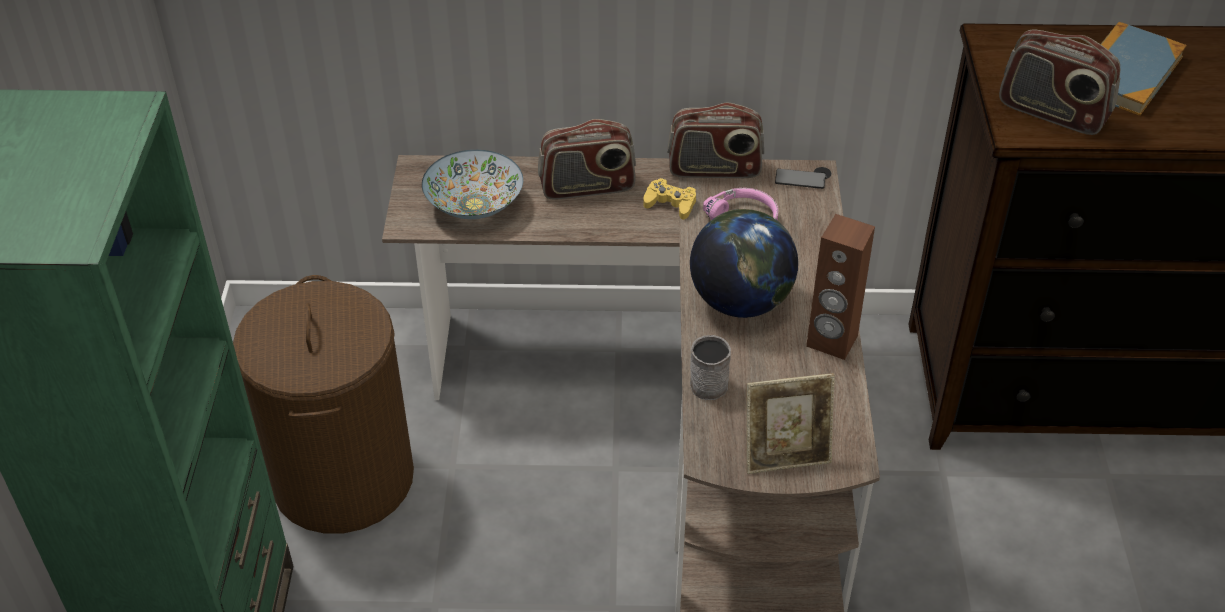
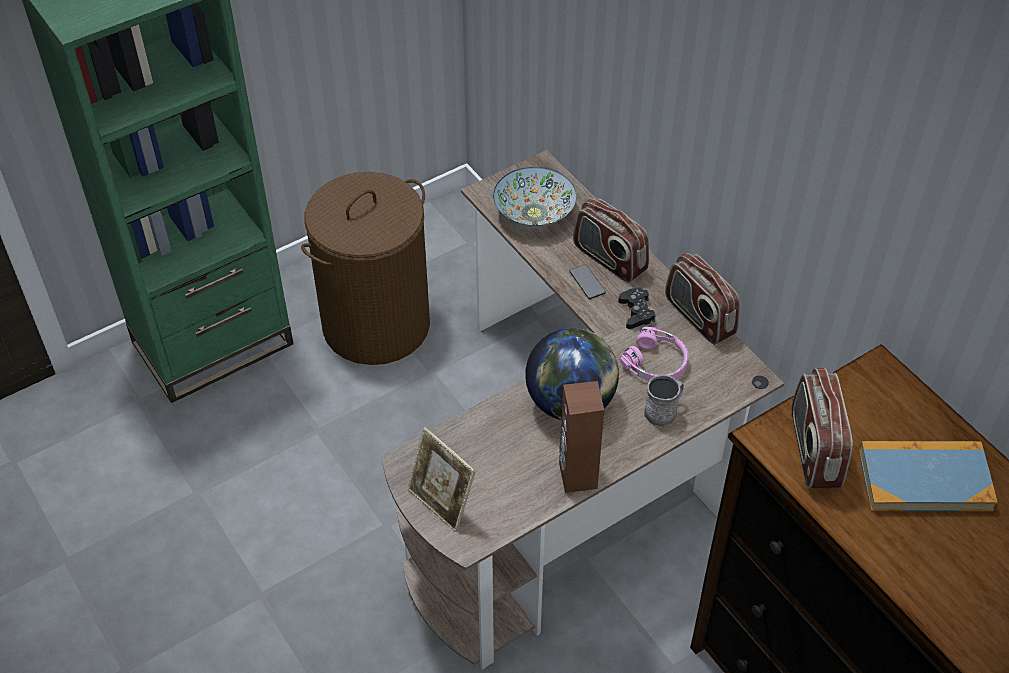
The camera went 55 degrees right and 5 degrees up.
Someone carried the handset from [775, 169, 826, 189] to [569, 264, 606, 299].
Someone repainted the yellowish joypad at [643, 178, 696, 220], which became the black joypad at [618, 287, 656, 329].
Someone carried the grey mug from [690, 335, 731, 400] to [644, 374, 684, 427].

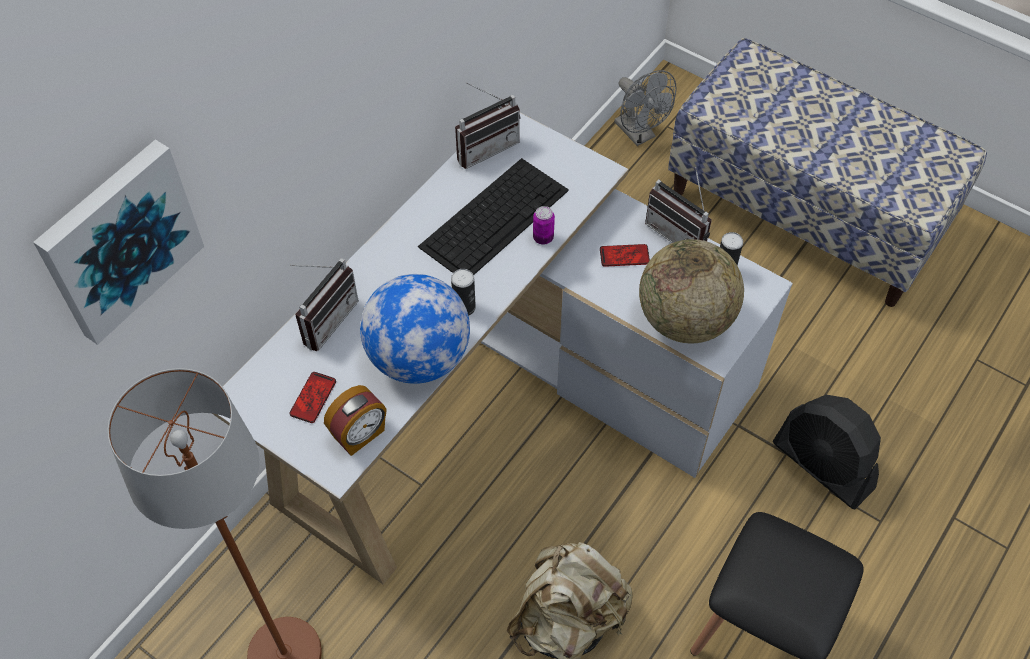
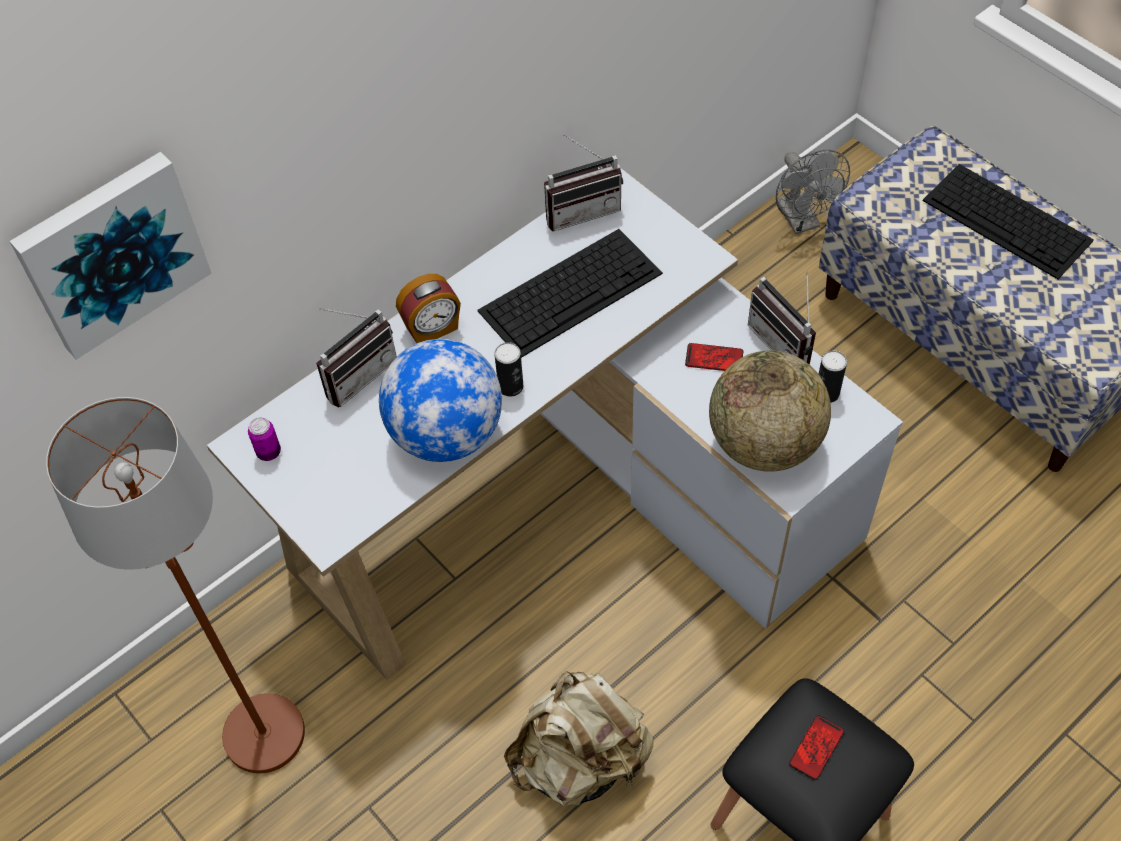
The camera went 15 degrees right and 0 degrees up.
Someone carried the metal can from [533, 206, 555, 244] to [248, 417, 281, 461].
Someone carried the handset from [289, 372, 336, 423] to [789, 715, 844, 780].
Someone carried the alarm clock from [324, 385, 387, 456] to [396, 274, 461, 343].
Someone took away the black fan at [773, 395, 881, 509].
Someone put down the computer keyboard at [923, 164, 1094, 279].

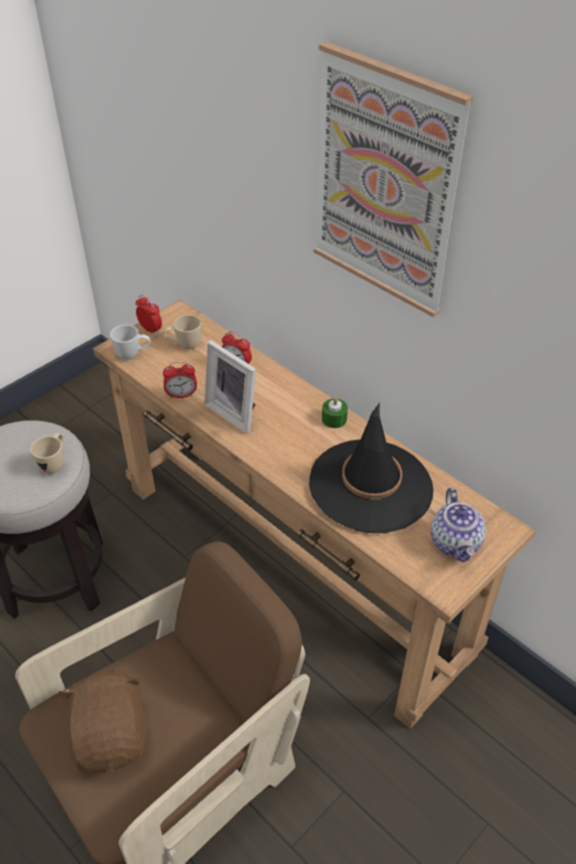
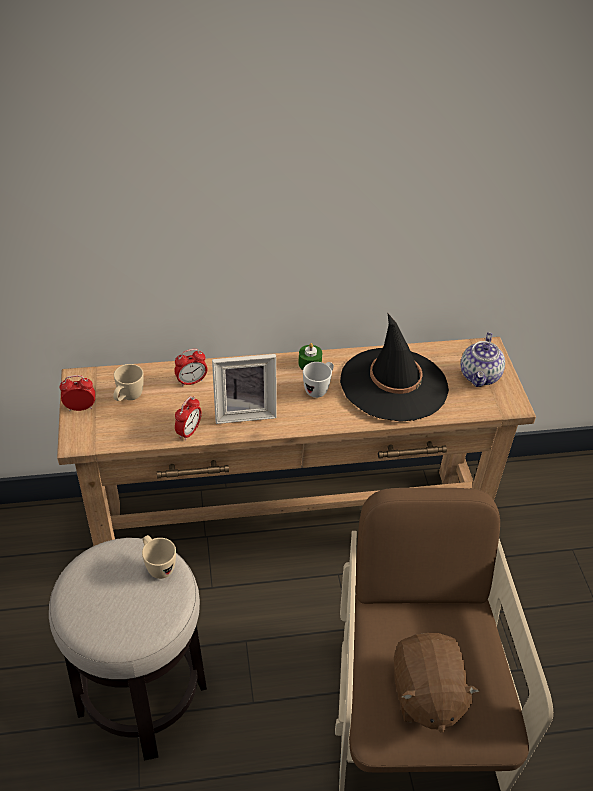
The camera went 55 degrees left and 0 degrees up.
Someone took away the picture at [314, 42, 474, 317].
Someone carried the white-coloured mug from [110, 325, 151, 360] to [303, 362, 334, 398].
Someone rotated the pot for tea at [431, 488, 486, 562] by 75 degrees clockwise.
Someone rotated the brown-coloured plush toy at [59, 670, 146, 774] by 120 degrees counterclockwise.

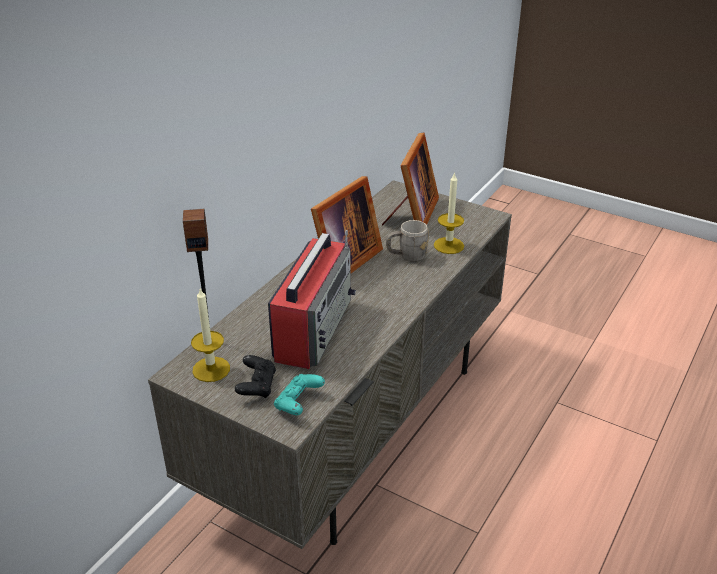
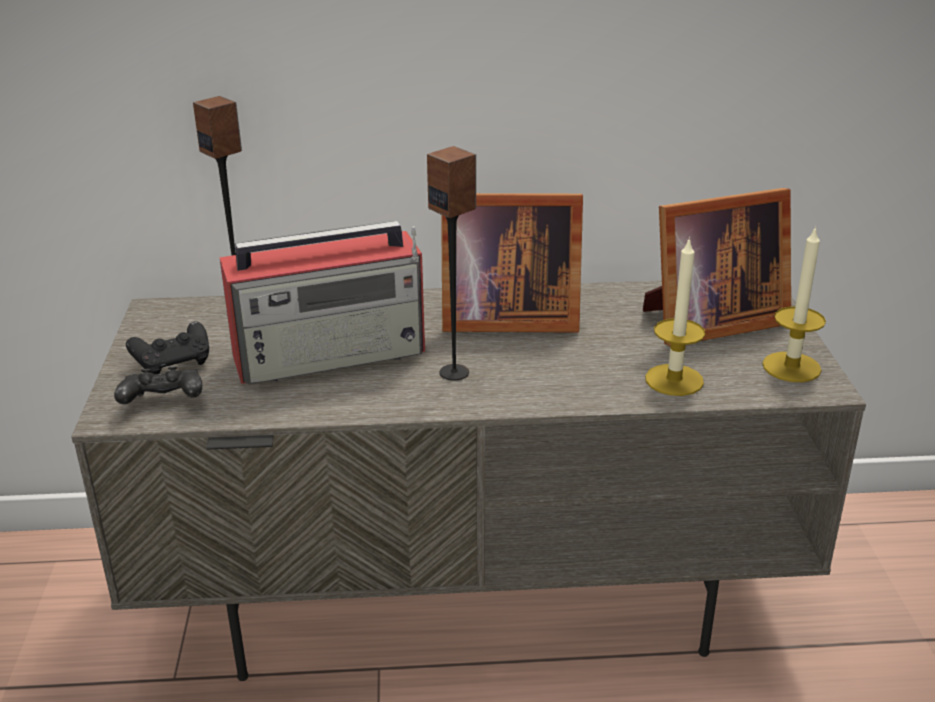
The camera went 55 degrees right and 5 degrees down.
Someone took away the grey mug at [386, 220, 429, 262].
Someone carried the wax light from [191, 288, 230, 382] to [762, 226, 826, 382].
Someone repainted the turquoise-coloured joypad at [274, 374, 325, 415], which became the black joypad at [114, 366, 202, 404].
Someone put down the speaker at [427, 146, 476, 381].

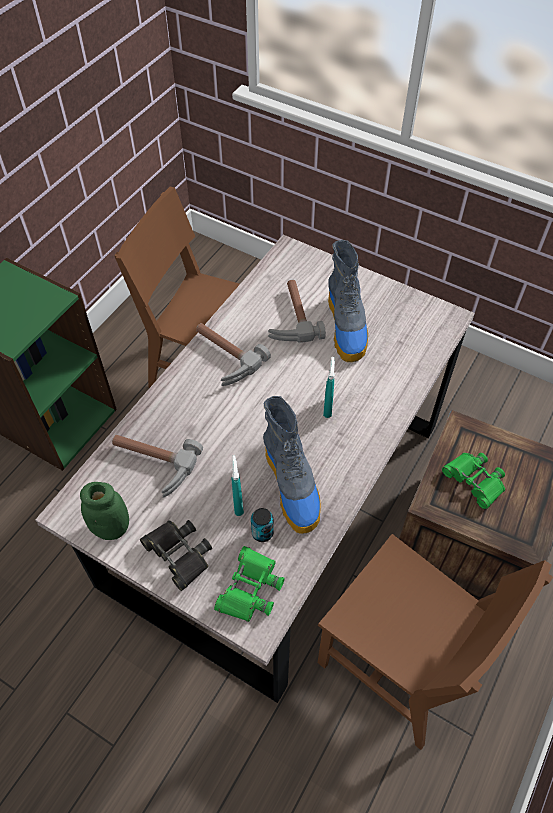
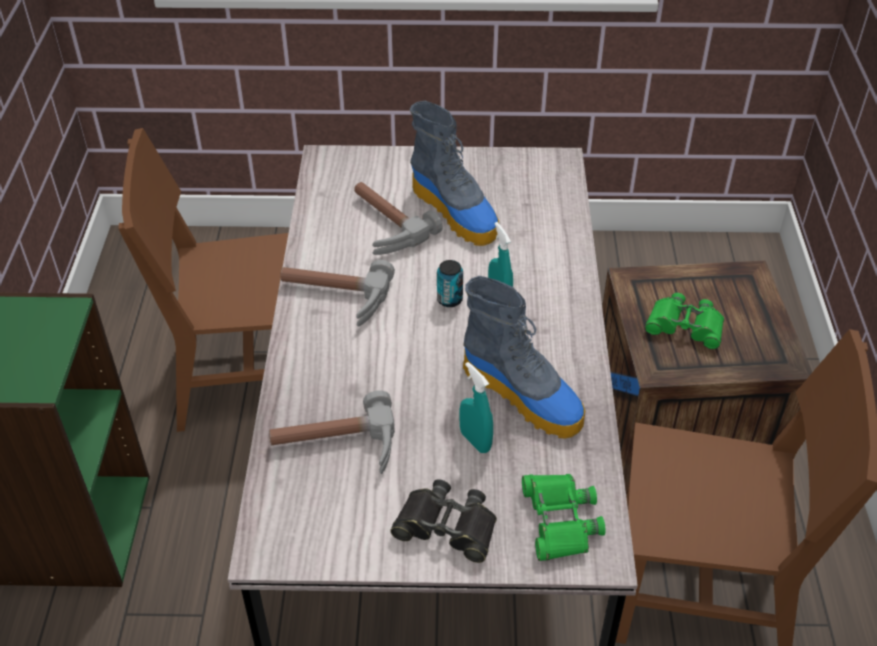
The camera went 30 degrees left and 10 degrees down.
Someone took away the green-coloured jar at [80, 482, 129, 540].
Someone carried the metal can from [251, 508, 274, 542] to [437, 260, 463, 307].

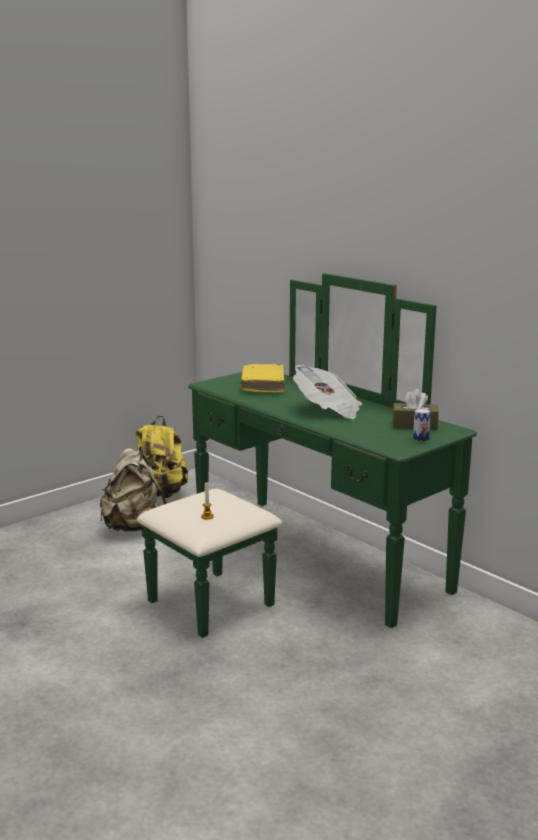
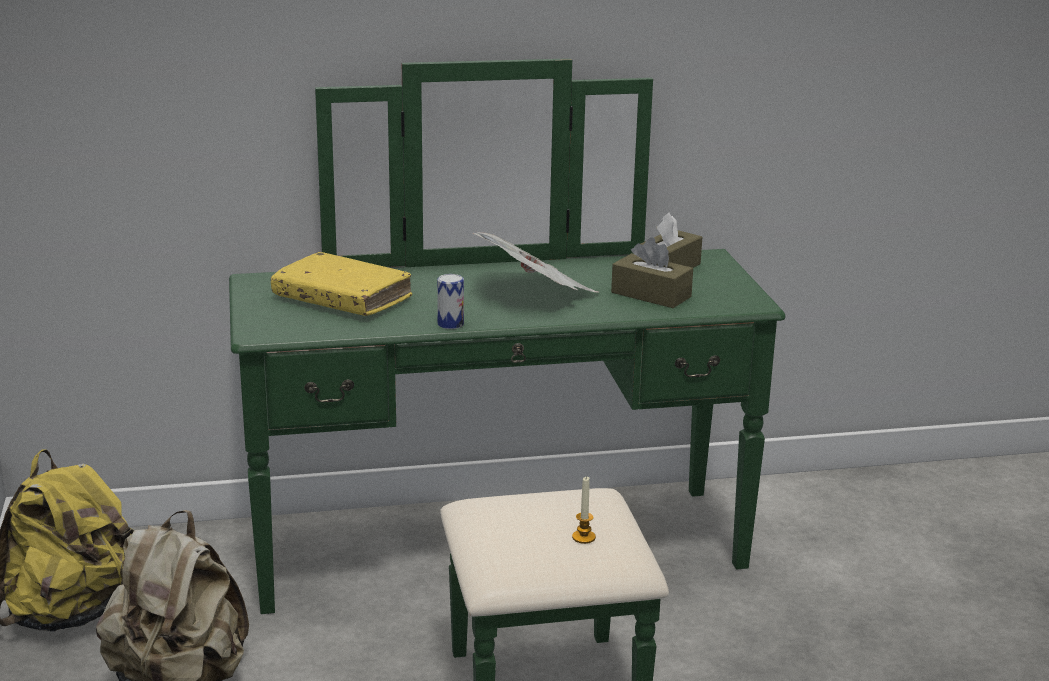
The camera went 60 degrees left and 5 degrees up.
Someone carried the metal can from [413, 409, 431, 442] to [437, 274, 464, 329].
Someone put down the brown-coloured tissue holder at [611, 237, 693, 308].

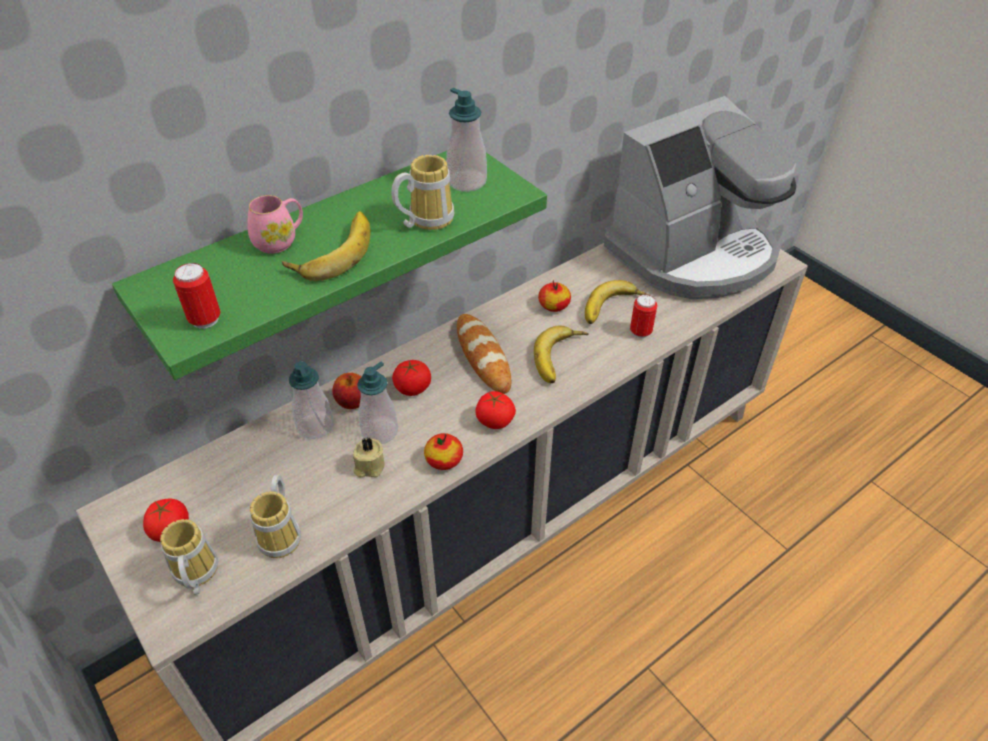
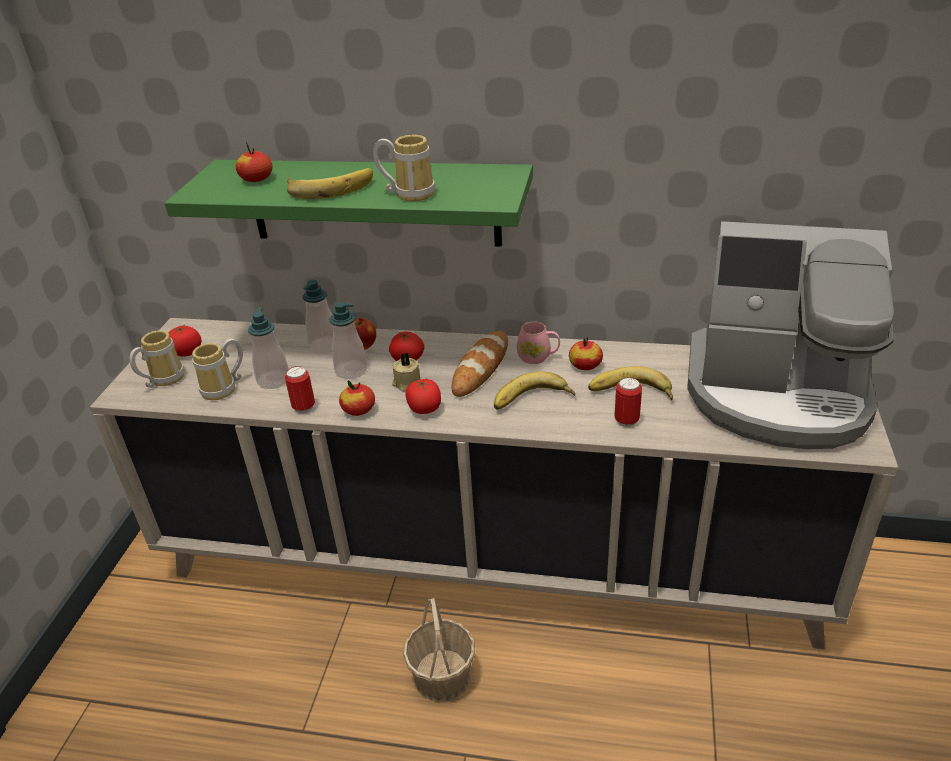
The camera went 50 degrees right and 10 degrees down.
Someone carried the soap dispenser from [446, 88, 487, 192] to [248, 307, 289, 389].
Someone carried the pinkish mug from [248, 195, 303, 254] to [517, 322, 560, 364].
Someone carried the metal can from [173, 263, 221, 329] to [285, 366, 315, 413].
Someone carried the sand-coloured wax light from [353, 438, 385, 478] to [392, 353, 420, 392].
Someone put down the whole apple at [236, 142, 273, 182].
Someone put down the storage basket at [403, 598, 475, 702].

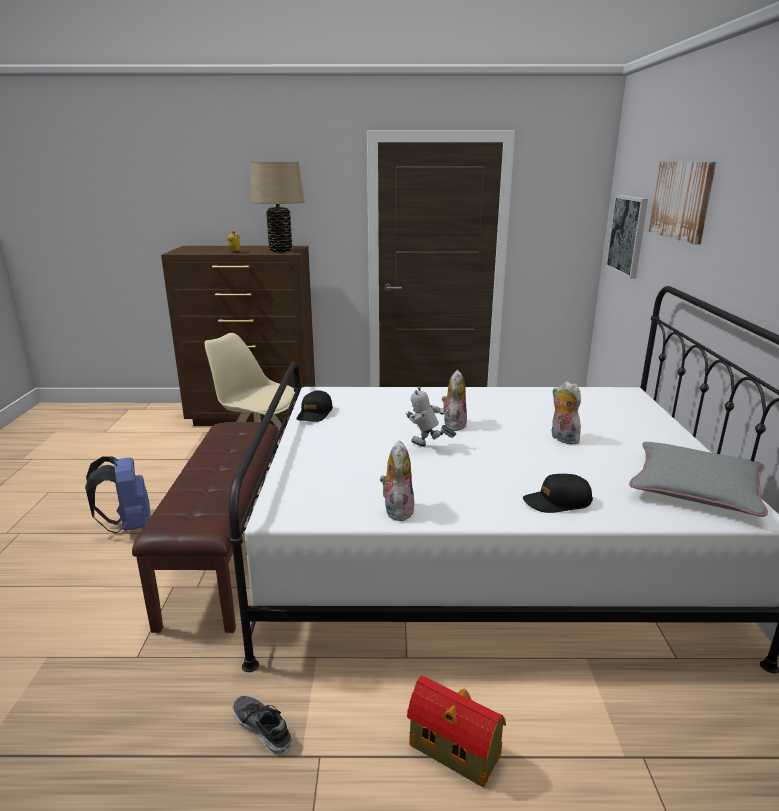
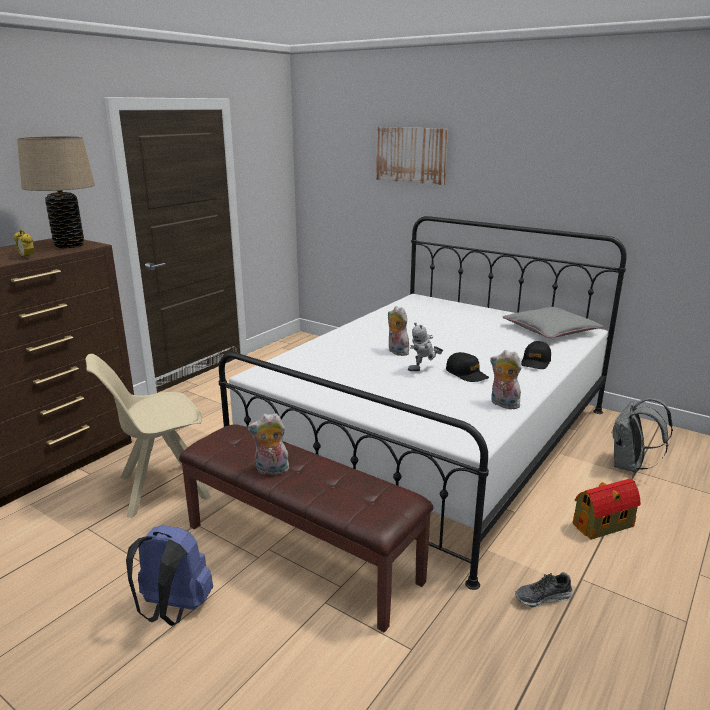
The camera went 55 degrees left and 0 degrees up.
Someone took away the picture at [605, 195, 648, 279].
Someone carried the plush toy from [552, 381, 581, 444] to [248, 413, 289, 475].
Someone carried the black baseball cap from [297, 390, 333, 422] to [446, 352, 489, 382].
Someone put down the grey backpack at [611, 398, 673, 473].

